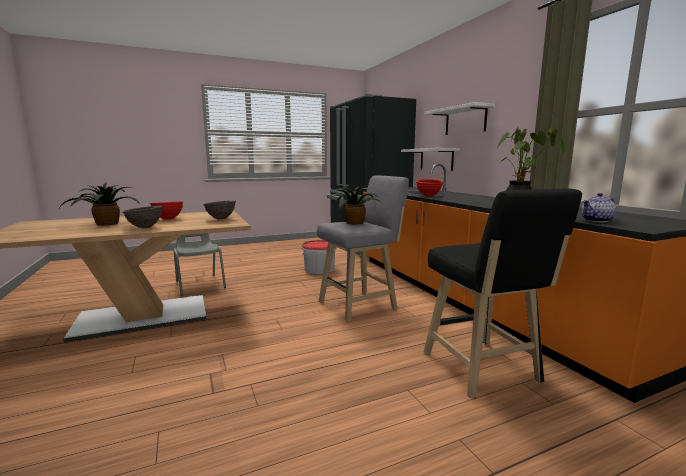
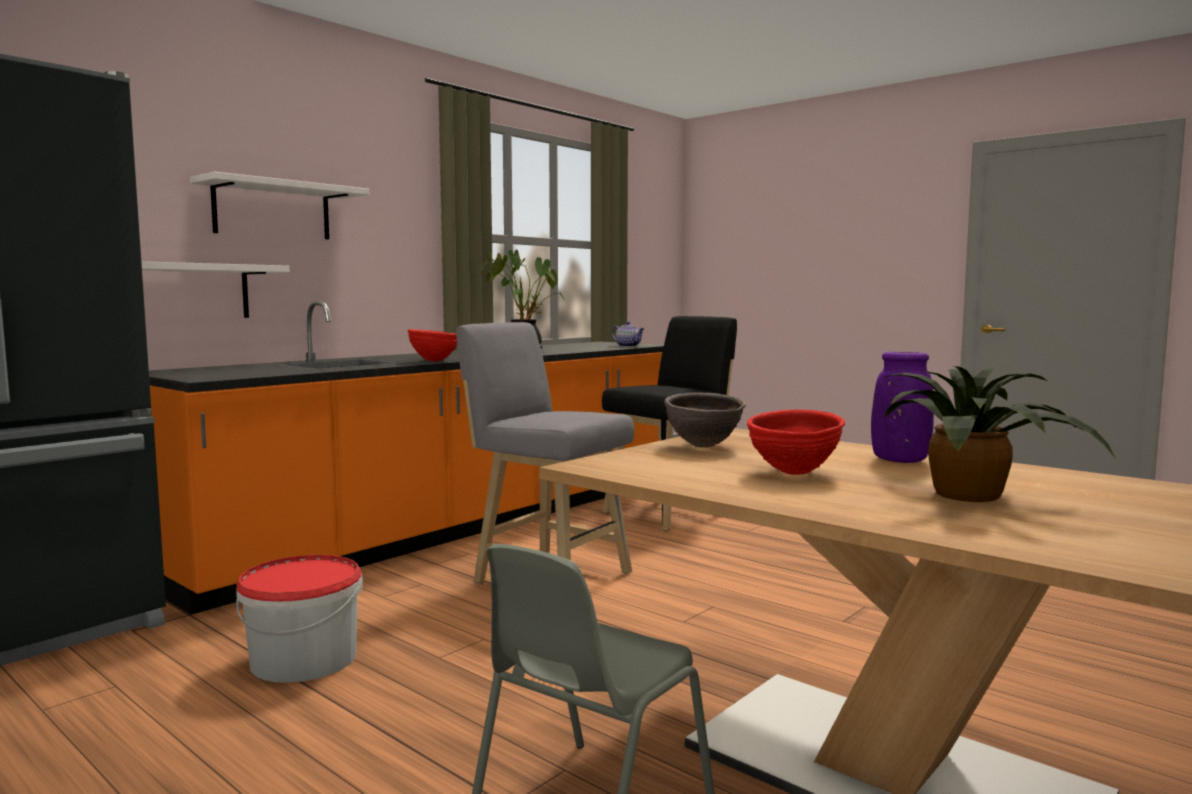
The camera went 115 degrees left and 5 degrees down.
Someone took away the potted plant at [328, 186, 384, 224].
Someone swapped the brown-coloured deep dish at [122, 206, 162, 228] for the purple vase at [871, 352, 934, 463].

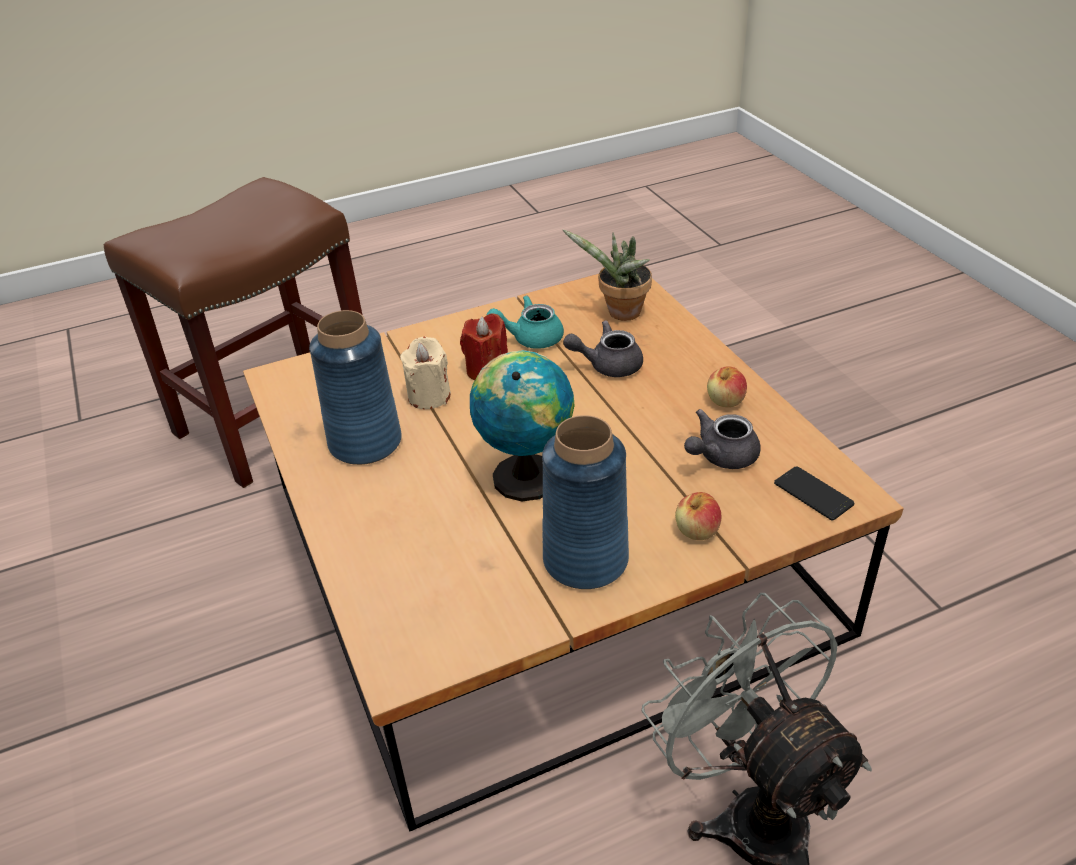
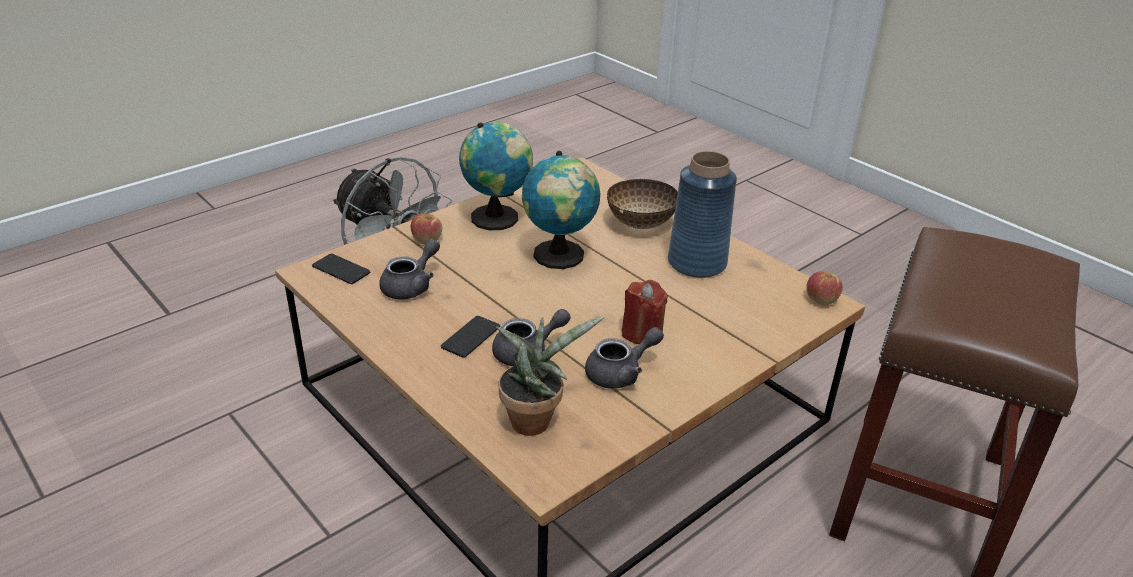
The camera went 160 degrees right and 5 degrees down.
Someone repainted the turquoise-coloured pot for tea at [487, 295, 564, 349], which became the grey pot for tea at [585, 327, 664, 389].
Someone took away the sand-coloured wax light at [400, 337, 451, 409].
Someone carried the whole apple from [707, 366, 747, 407] to [806, 271, 843, 305].
Someone swapped the blue-coloured vase at [542, 415, 629, 589] for the world globe at [459, 122, 533, 230].
Someone put down the deep dish at [607, 179, 678, 229].
Someone put down the handset at [441, 316, 500, 358].

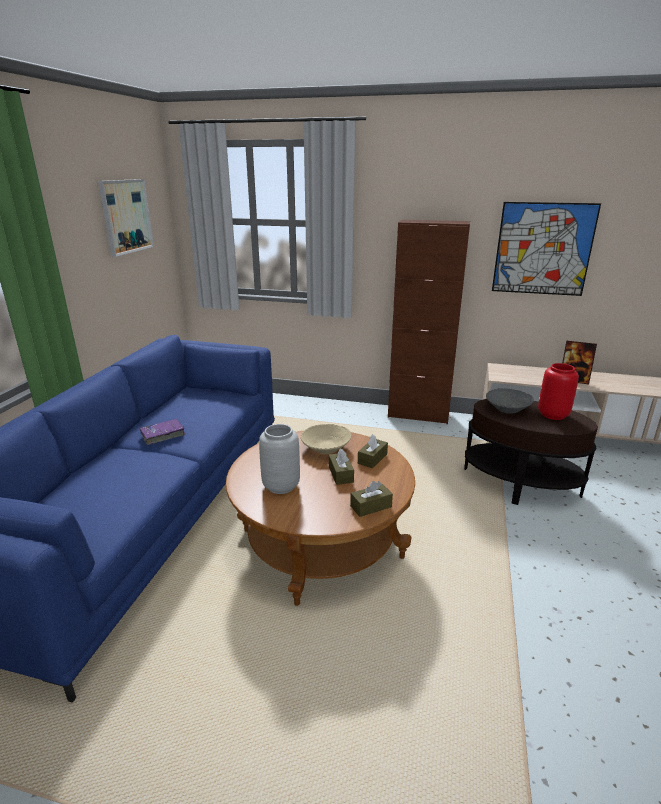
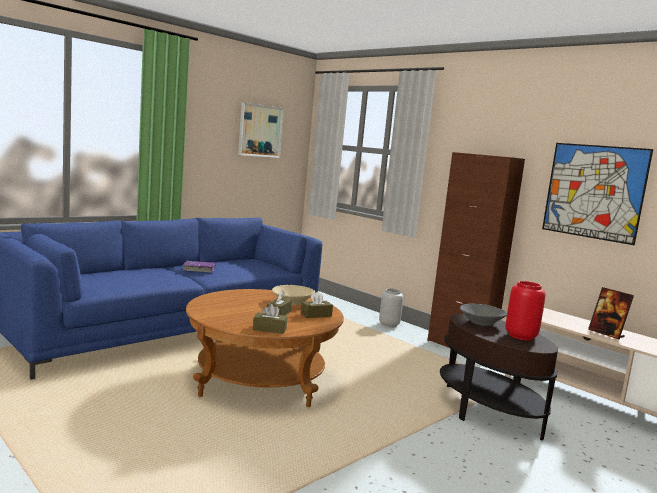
The camera went 30 degrees right and 15 degrees down.
Someone carried the grey vase from [259, 424, 300, 494] to [379, 288, 403, 327].

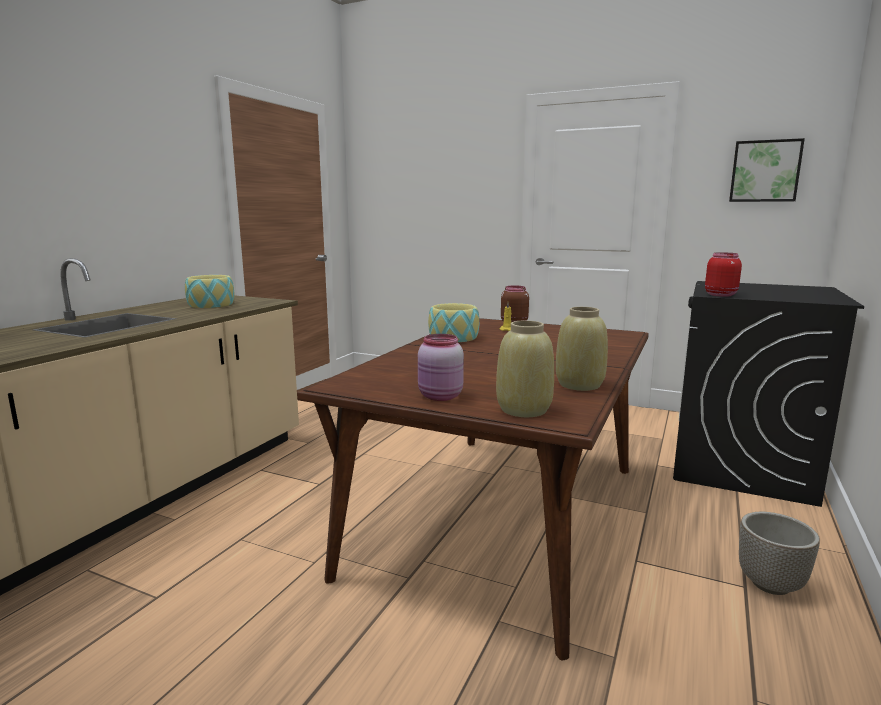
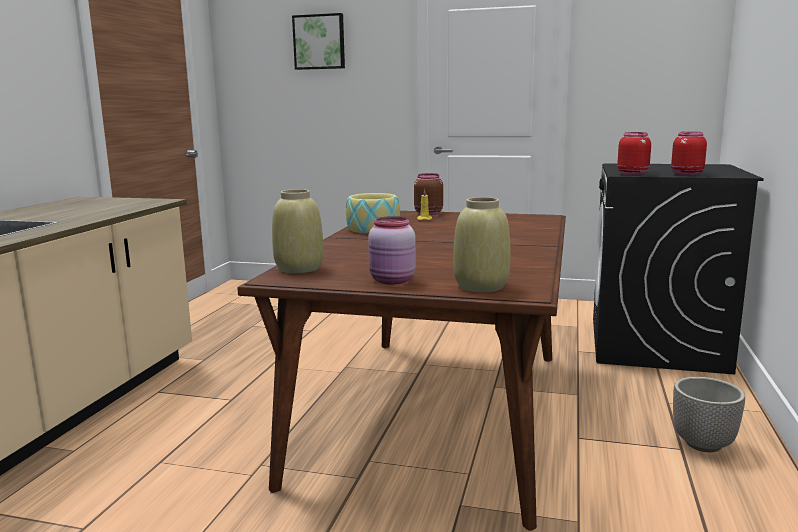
The camera went 10 degrees left and 0 degrees up.
Someone carried the picture from [729, 138, 805, 202] to [292, 13, 345, 70].
Someone took away the deep dish at [185, 275, 234, 308].
Someone carried the sand-coloured vase from [556, 307, 608, 391] to [272, 189, 323, 273].
Someone put down the red-coloured jar at [671, 132, 707, 176].

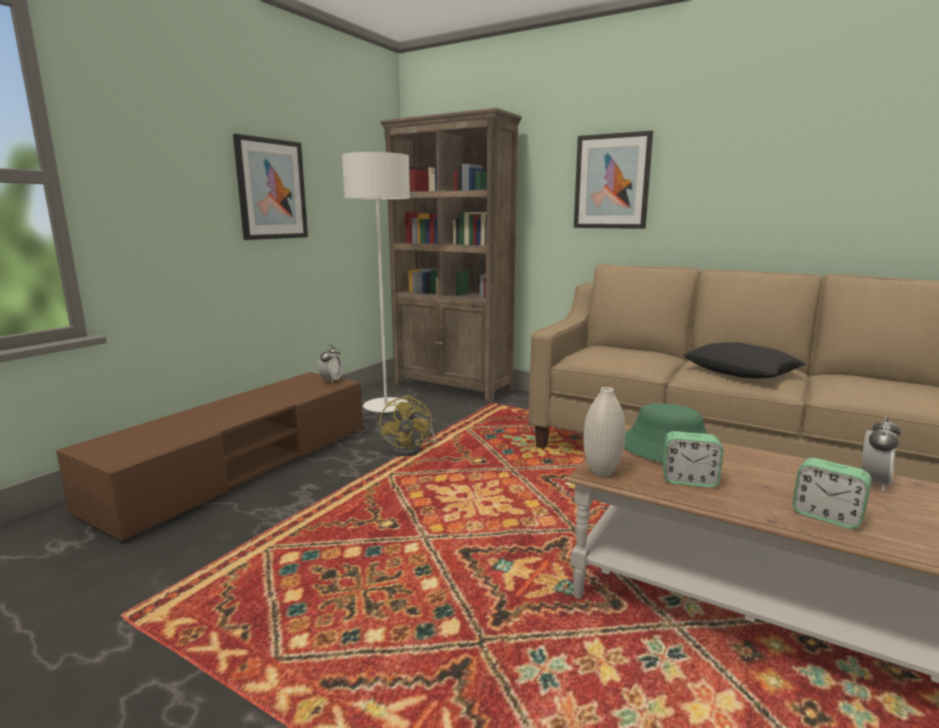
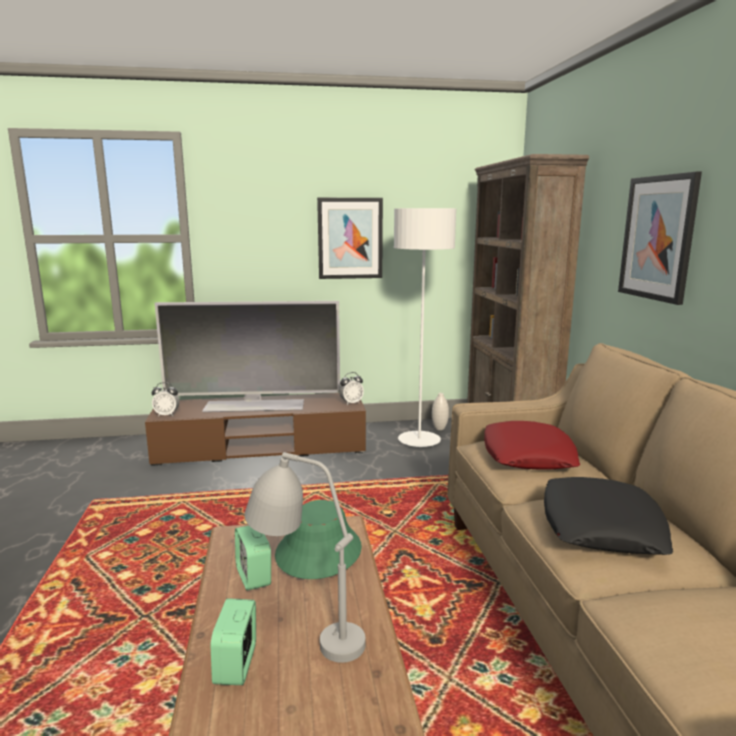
The camera went 50 degrees right and 0 degrees up.
Someone carried the white-coloured vase from [583, 387, 625, 477] to [432, 393, 449, 430].
Someone took away the yellowish fan at [379, 395, 436, 456].
Someone carried the alarm clock from [861, 415, 901, 491] to [151, 382, 180, 416].
Someone put down the television at [155, 301, 340, 412].
Someone put down the red-coloured pillow at [484, 421, 580, 469].
Someone put down the grey tabletop lamp at [244, 452, 366, 663].

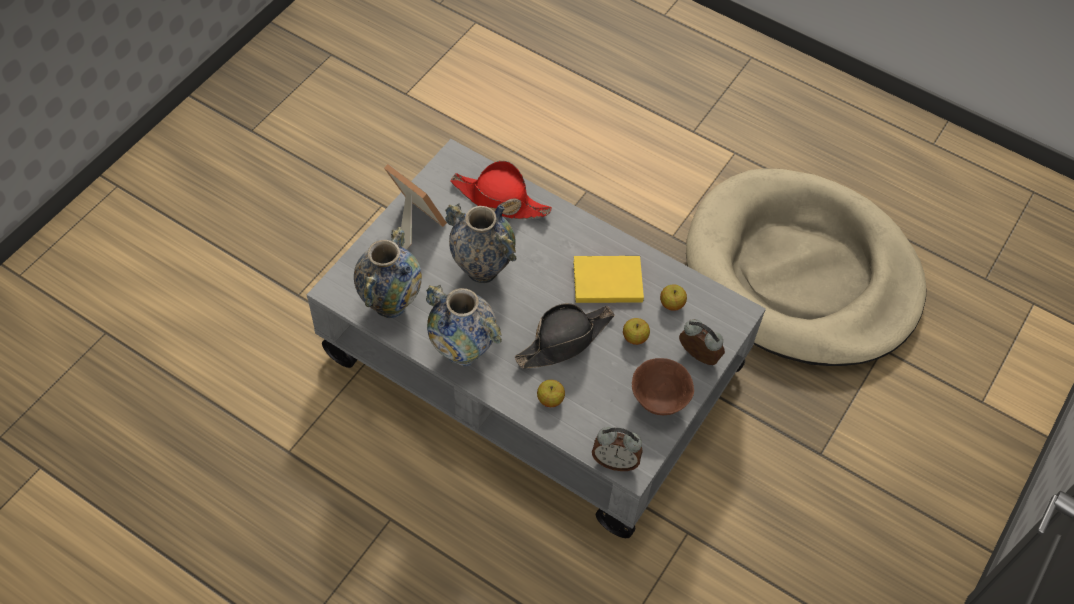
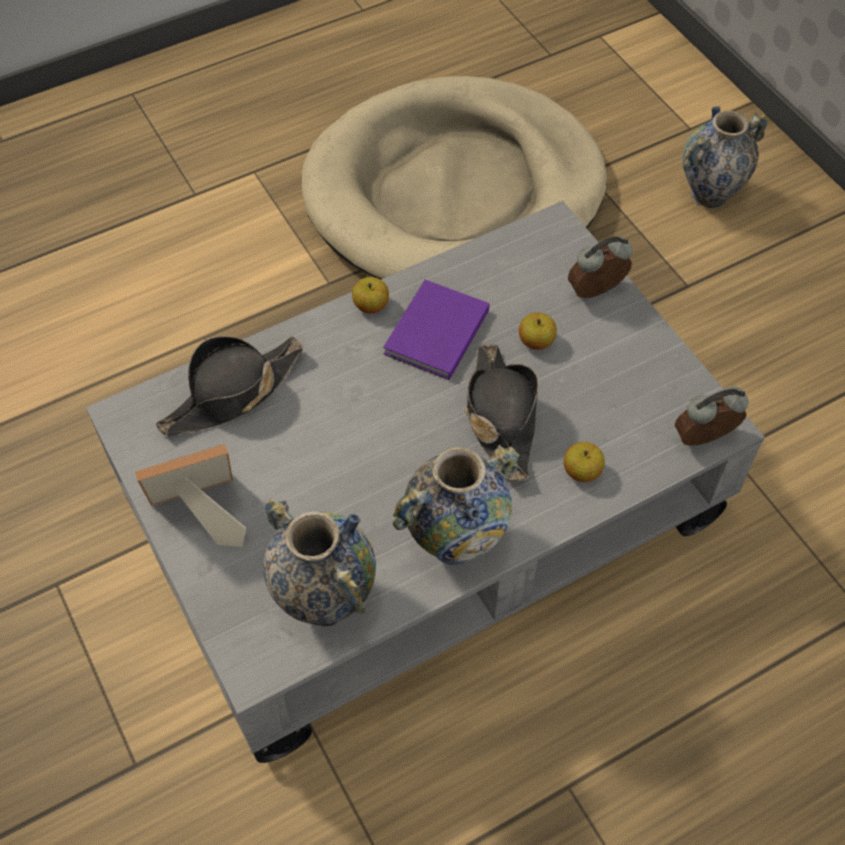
The camera went 60 degrees left and 0 degrees up.
Someone repainted the red-coloured hat at [450, 161, 552, 219], which became the black hat at [156, 336, 303, 436].
Someone carried the vase from [445, 203, 516, 283] to [682, 106, 767, 208].
Someone repainted the yellowish bound book at [573, 256, 644, 303], which became the purple bound book at [383, 280, 489, 380].
Someone carried the whole apple from [660, 285, 687, 311] to [352, 277, 389, 313].
Someone took away the brown-coloured deep dish at [632, 358, 694, 415].
Someone rotated the alarm clock at [592, 427, 642, 471] by 150 degrees counterclockwise.

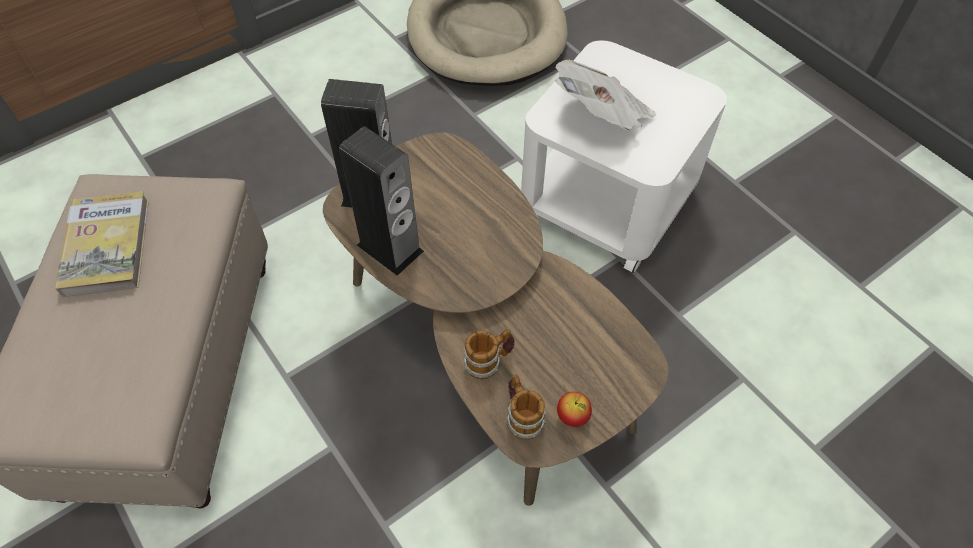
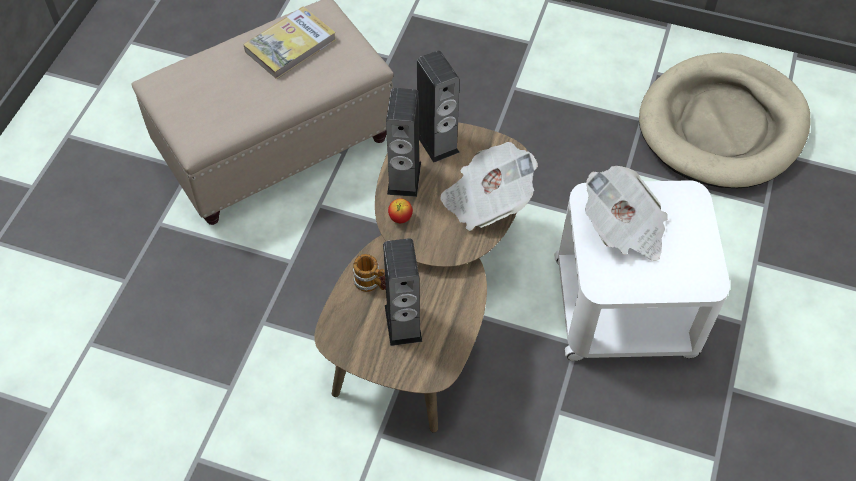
The camera went 55 degrees right and 0 degrees up.
Someone took away the mug at [506, 375, 546, 440].
Someone carried the whole apple from [557, 392, 592, 427] to [388, 198, 413, 223].
Someone put down the daily paper at [440, 142, 538, 231].
Someone put down the speaker at [383, 238, 422, 346].

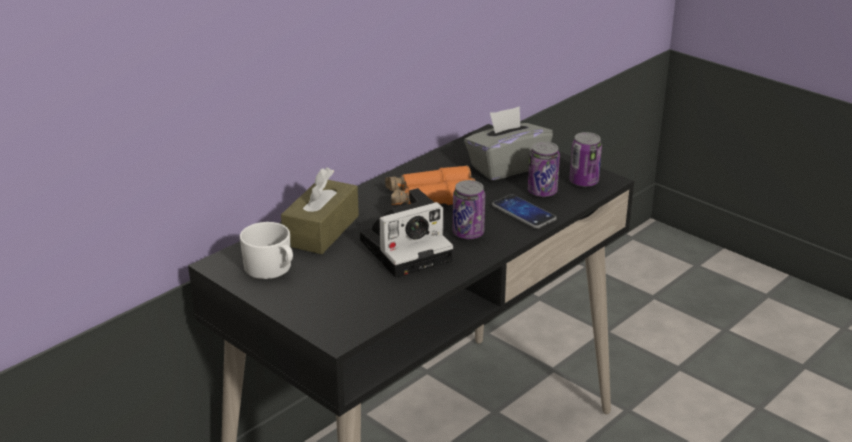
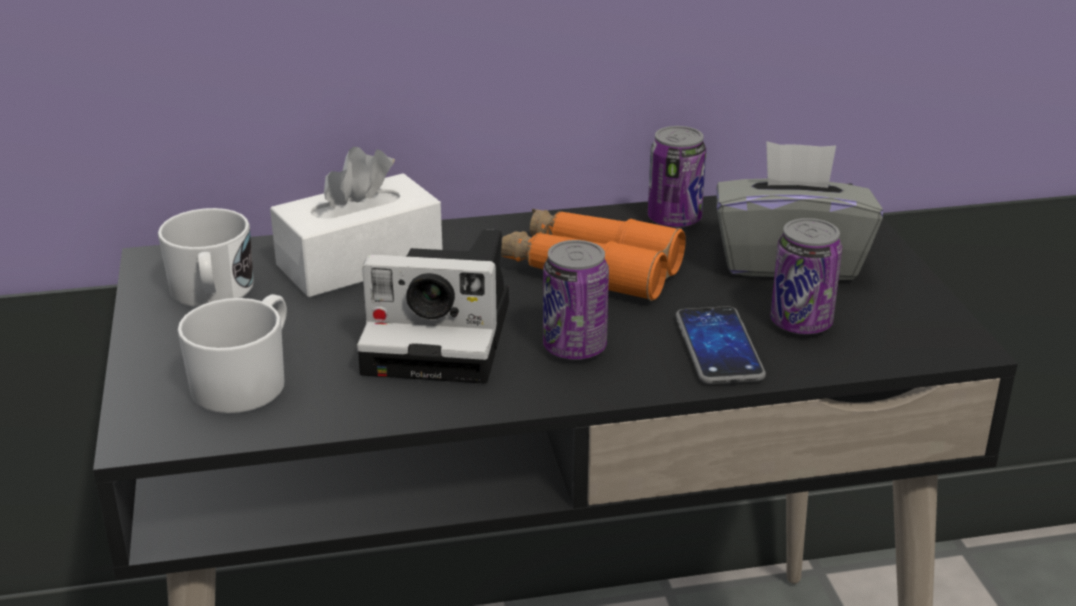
The camera went 35 degrees right and 0 degrees up.
Someone carried the metal can from [569, 132, 602, 187] to [648, 126, 706, 228].
Someone repainted the brown-coloured tissue holder at [281, 167, 359, 254], which became the white-coloured tissue holder at [270, 147, 443, 297].
Someone put down the white-coloured mug at [177, 294, 287, 414].

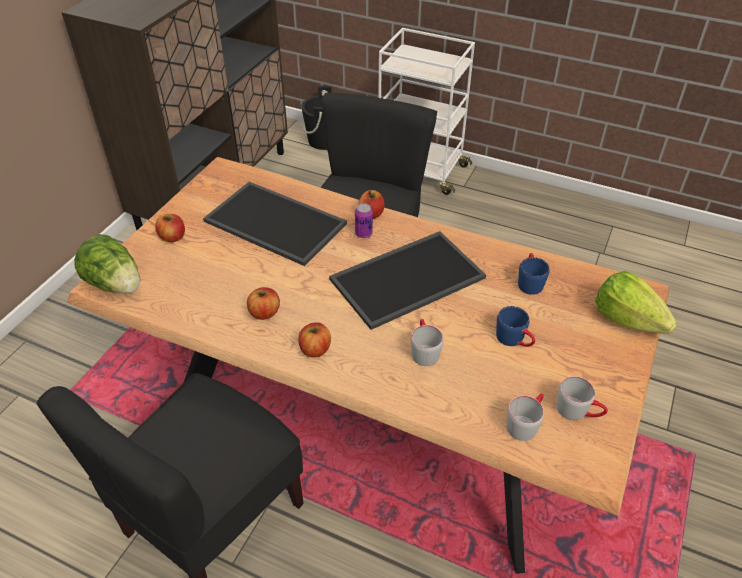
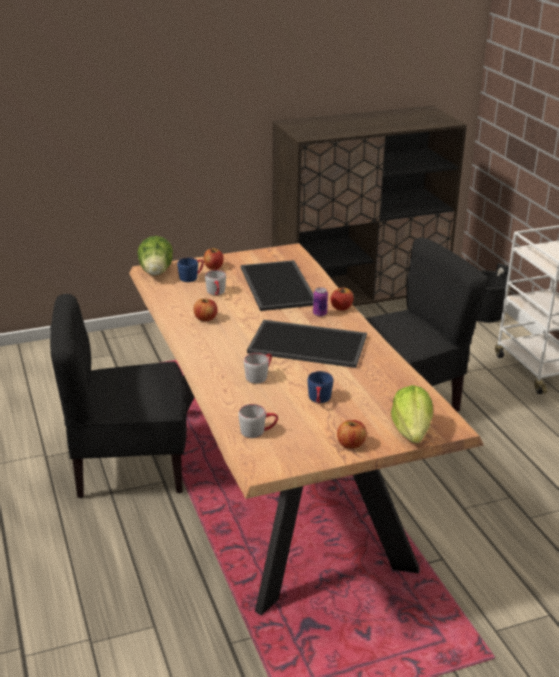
The camera went 45 degrees right and 15 degrees down.
Someone carried the blue-coloured mug from [518, 253, 550, 295] to [177, 257, 204, 282].
Someone carried the whole apple from [298, 322, 331, 358] to [337, 420, 367, 449].
Someone carried the grey mug from [556, 376, 608, 420] to [205, 270, 226, 295].

